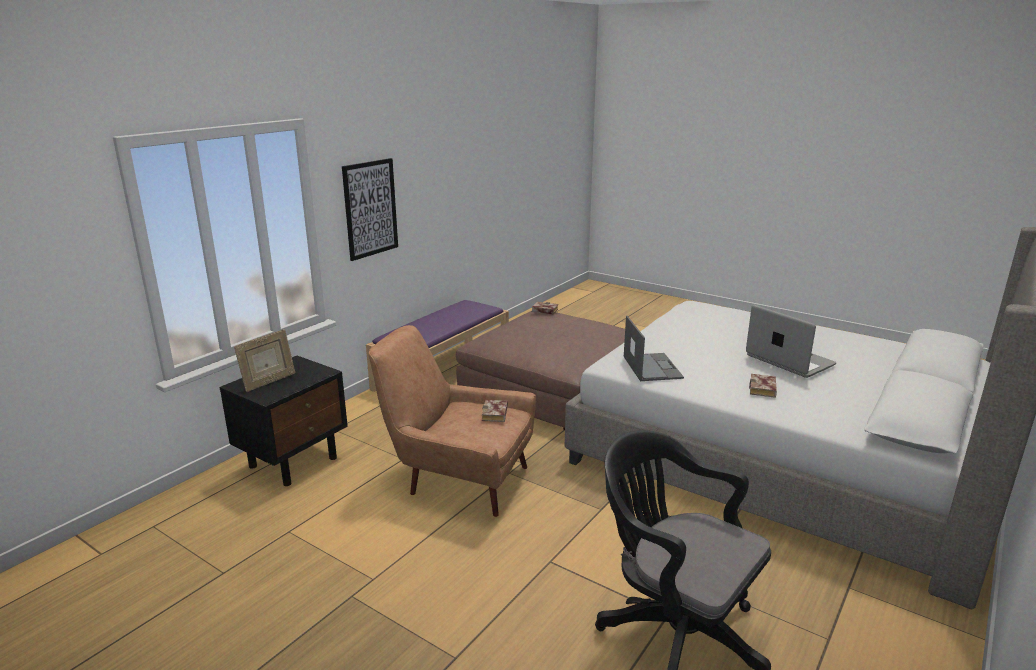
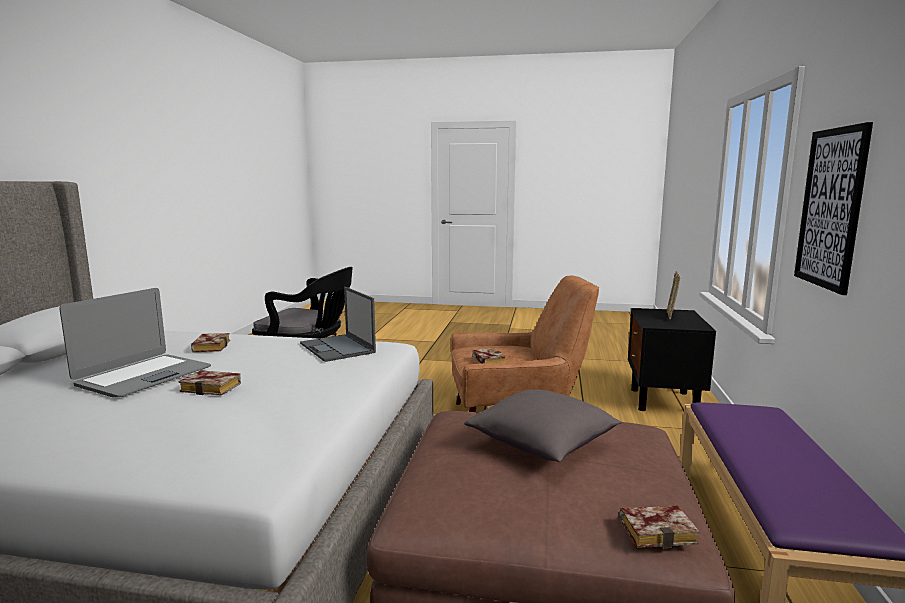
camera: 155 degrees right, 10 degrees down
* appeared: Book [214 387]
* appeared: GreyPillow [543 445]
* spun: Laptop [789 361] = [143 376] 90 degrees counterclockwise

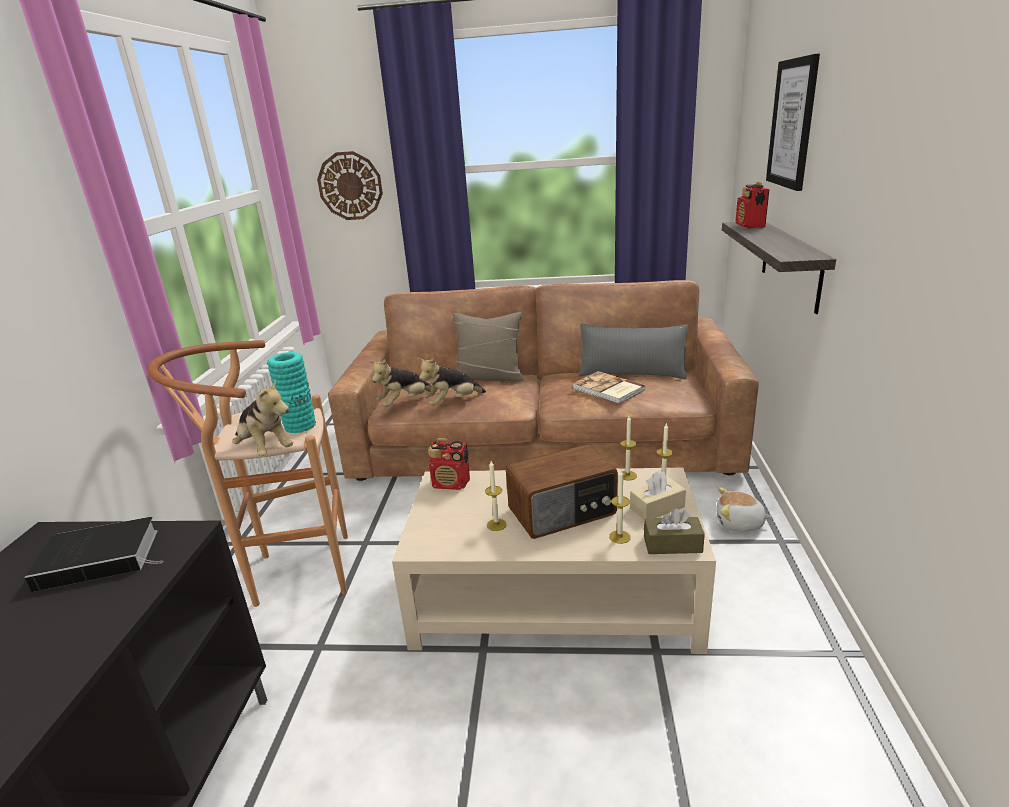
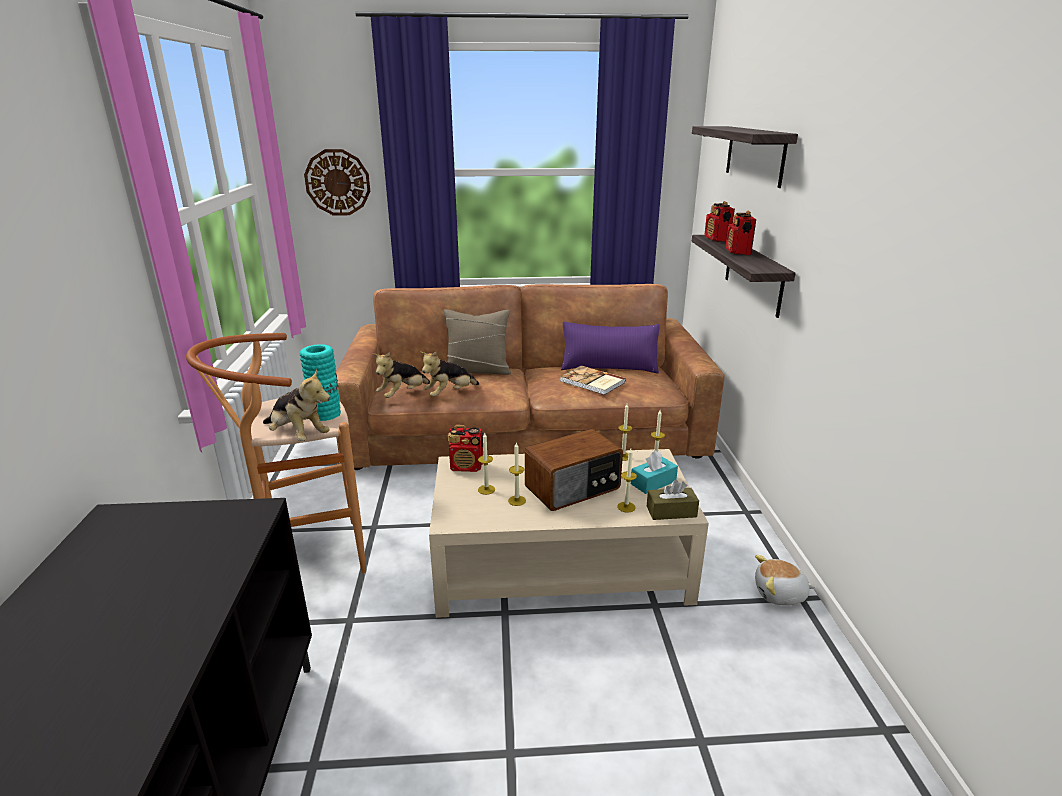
camera: 10 degrees left, 0 degrees up
* missing: Book [103 558]
* appeared: Candle [486 489]
* appeared: Radio [738 252]
* relocated: PlushToy [739 523] to [780 594]
* exchanged: Picture [792 123] to Shelf [754 154]
* colour: GreyPillow [631 373] to PurplePillow [609 367]
* colour: BeigeTissueBox [657 508] to TurquoiseTissueBox [653 482]

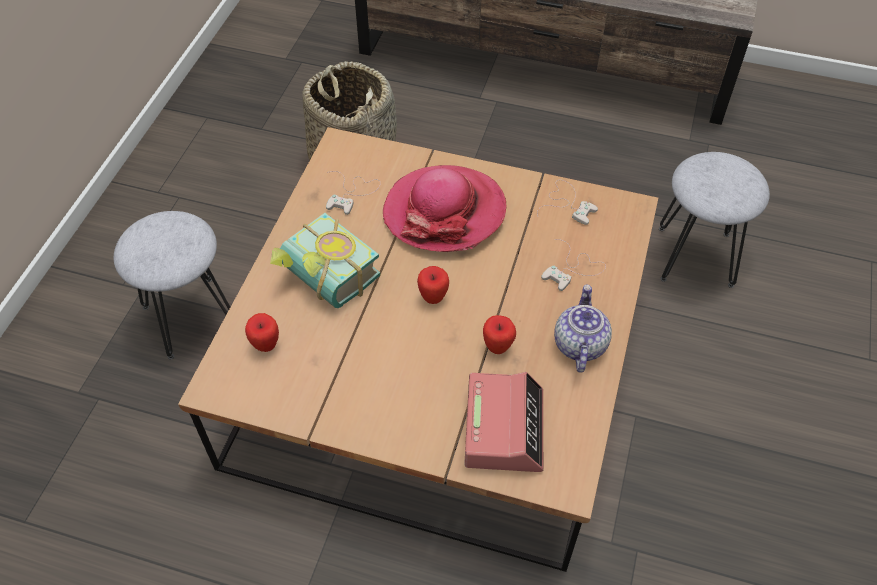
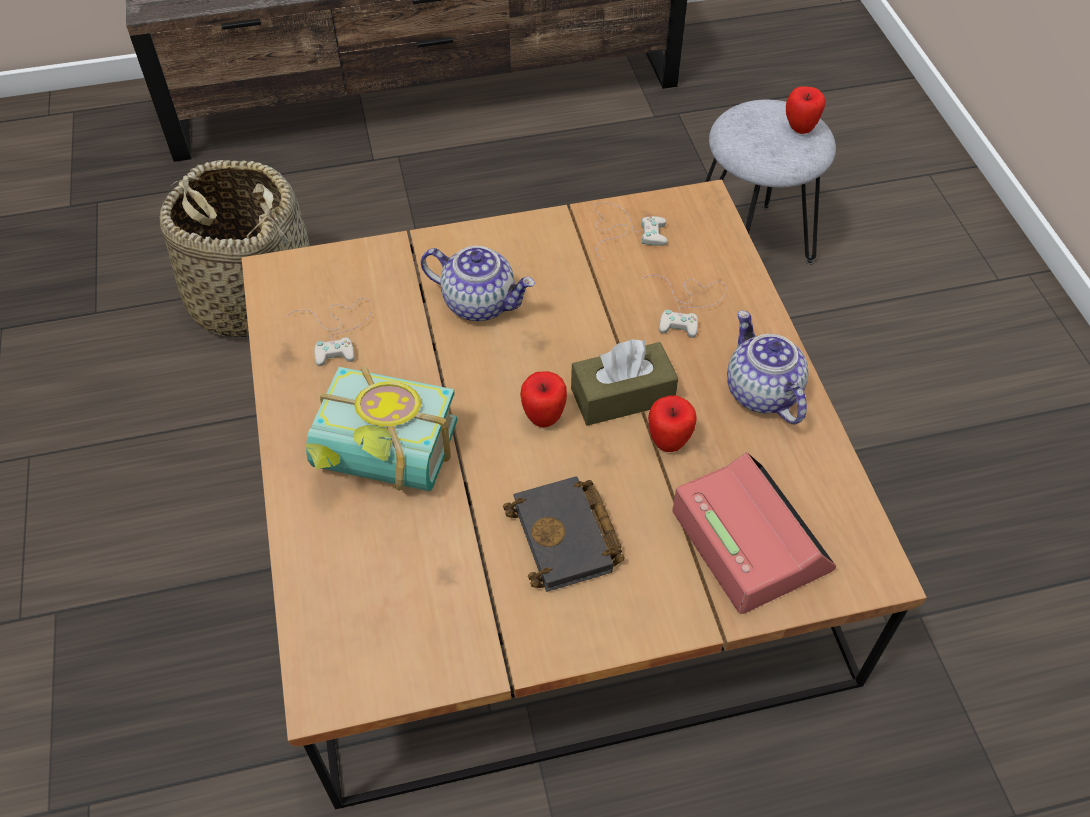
camera: 30 degrees left, 0 degrees up
* missing: GreyStool [190 316]
* appeared: BlackBook [568 539]
* appeared: BrownTissueBox [622 396]
* relocated: Apple [266 345] to [800 129]
* exchanged: Hat [444 212] to Teapot [480 302]

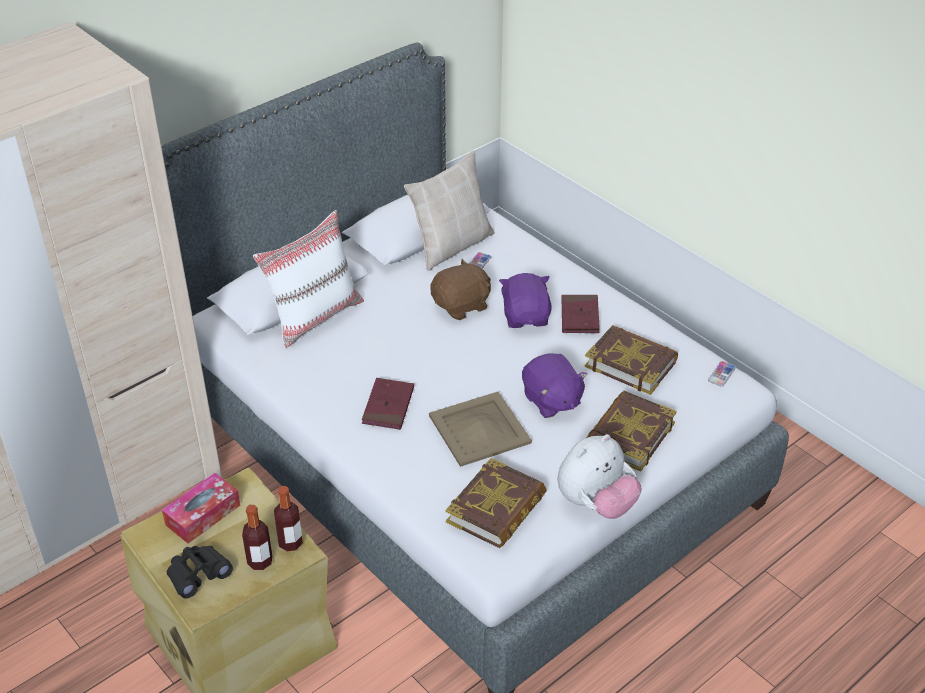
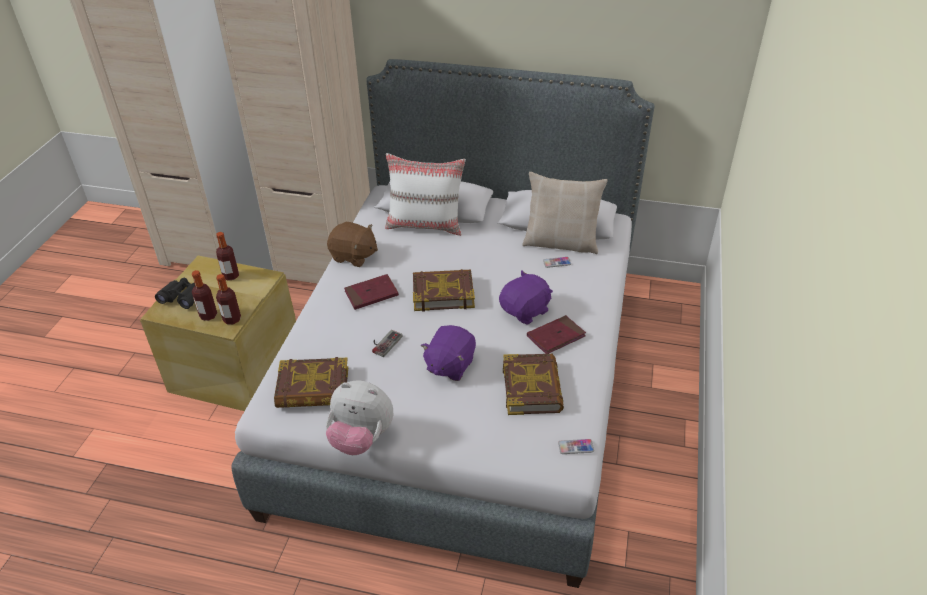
camera: 55 degrees right, 0 degrees up
* relocated: BrownPlushToy [461 306] to [353 256]
* relocated: Book [629 435] to [443 293]
* exchanged: TissueBox [203 515] to Bottle [231 276]
* exchanged: BeigeTray [478 429] to GameController [384 343]

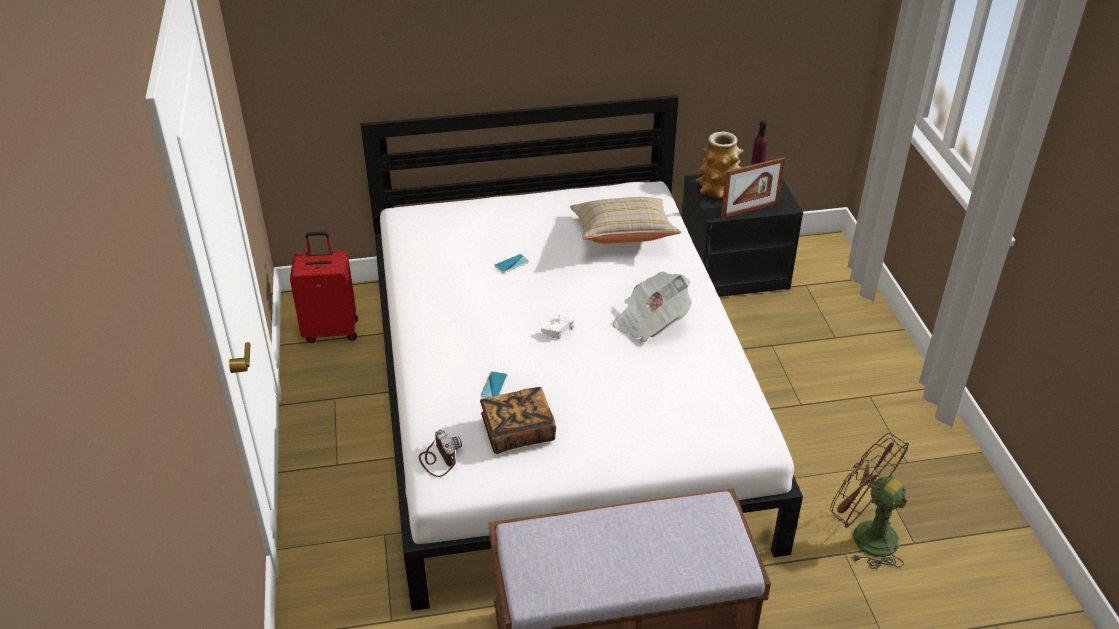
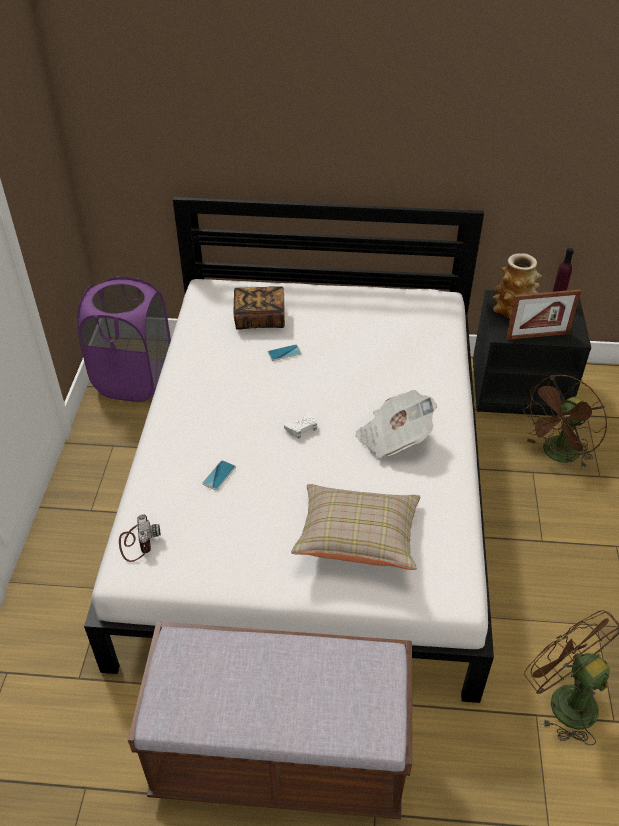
camera: 15 degrees right, 5 degrees up
* appeared: BrownFan [557 455]
* relocated: Book [518 432] to [260 318]
* relocated: BeigePillow [623 236] to [357 539]
* exchanged: RedSuitcase [331 330] to PurpleLaundryBasket [134 380]

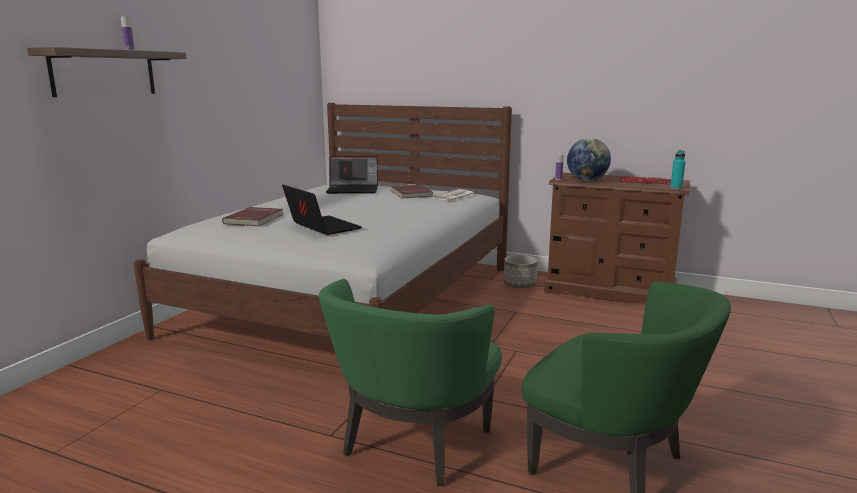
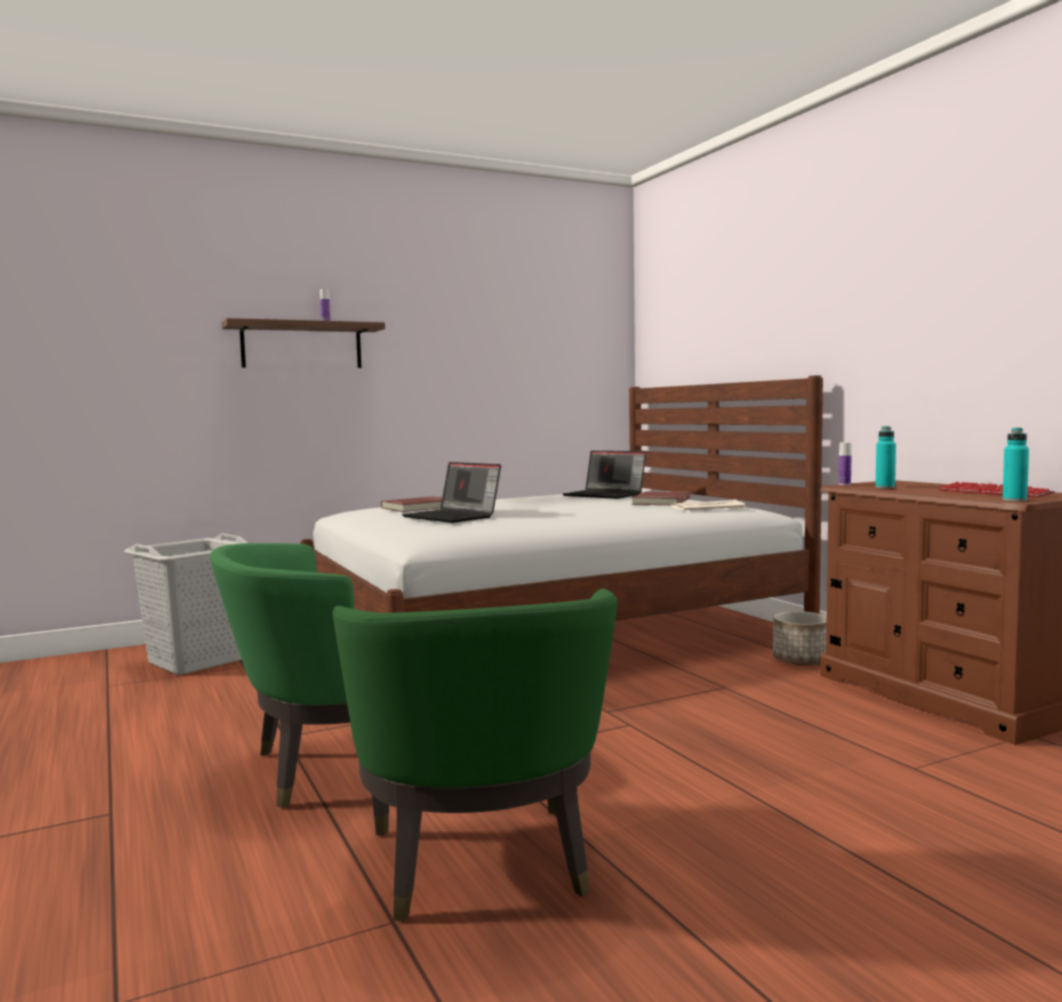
camera: 40 degrees right, 10 degrees down
* appeared: GreyLaundryBasket [195 661]
* exchanged: Globe [587 181] to TurquoiseBottle [885 487]
* spun: Laptop [321 227] = [453 517] 135 degrees clockwise

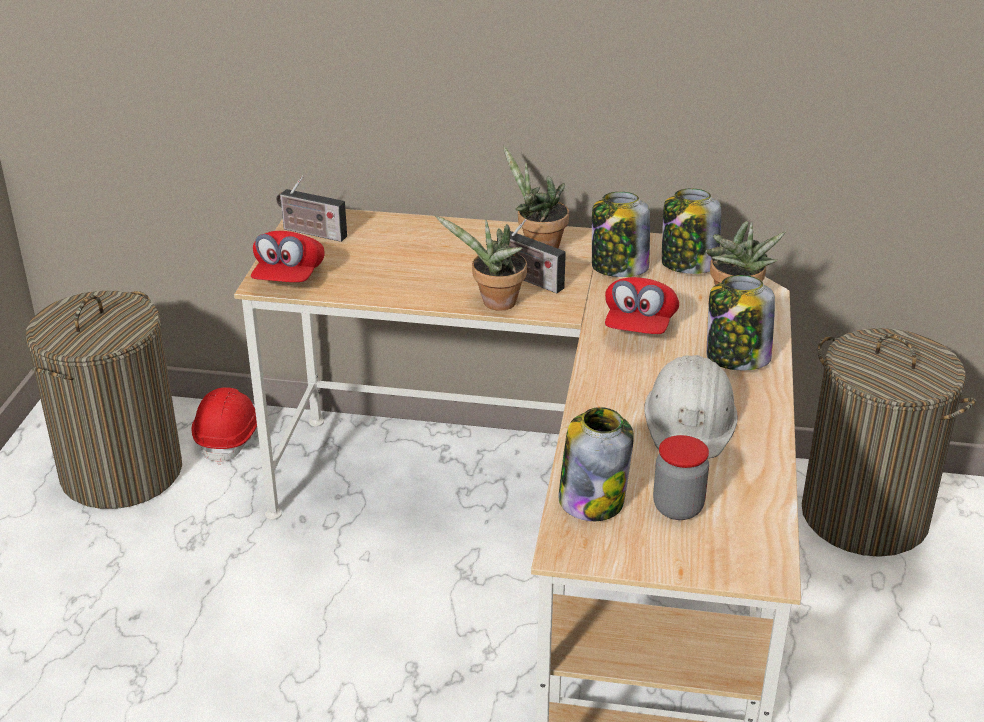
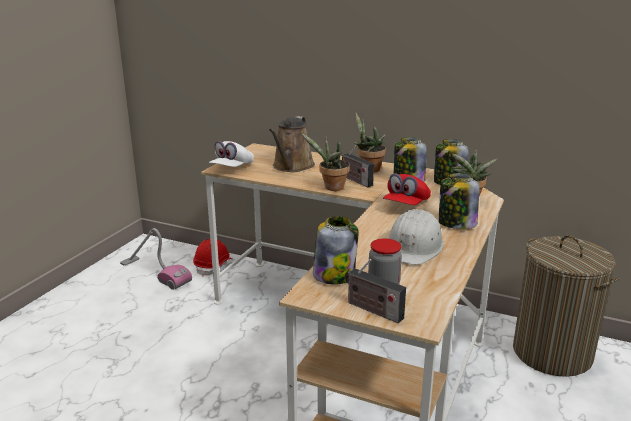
camera: 15 degrees right, 10 degrees down
* appeared: BrownWateringCan [292 166]
* relocated: Radio [311 232] to [372 310]
* exchanged: LaundryBasket [122 471] to VacuumCleaner [155 273]
* colour: RedCap [289 278] to WhiteCap [232 168]

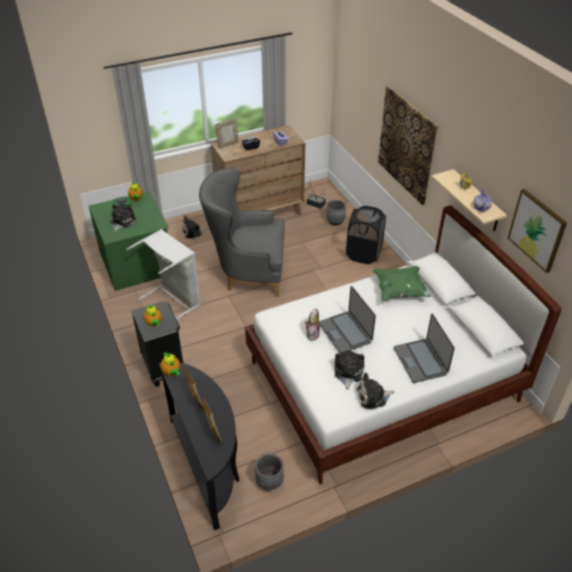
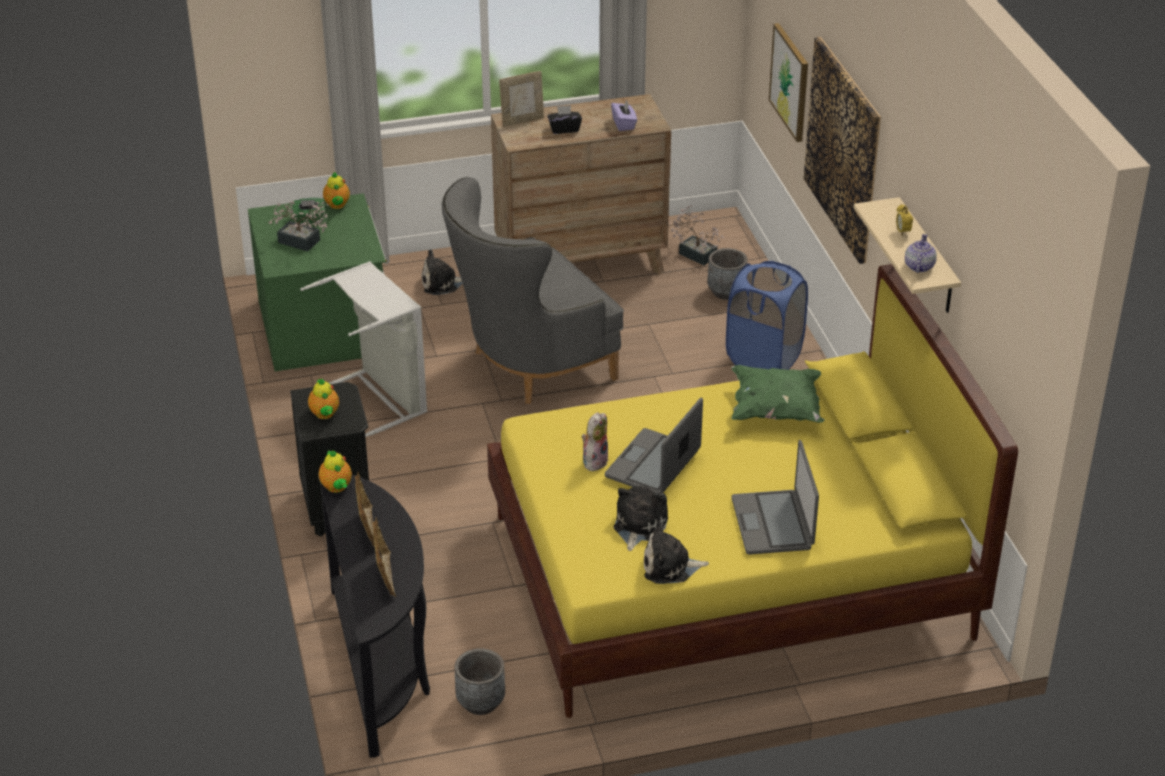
camera: 10 degrees right, 5 degrees down
* relocated: Picture [537 230] to [790 82]
* exchanged: PlushToy [122 221] to PottedPlant [303 243]
* colour: WhiteBed [382 381] to YellowBed [729 577]
* colour: BlackLaundryBasket [363 254] to BlueLaundryBasket [764 358]
* spun: GreyArmchair [247 272] = [528 367] 45 degrees counterclockwise
* spun: Laptop [345 332] = [654 464] 45 degrees clockwise

